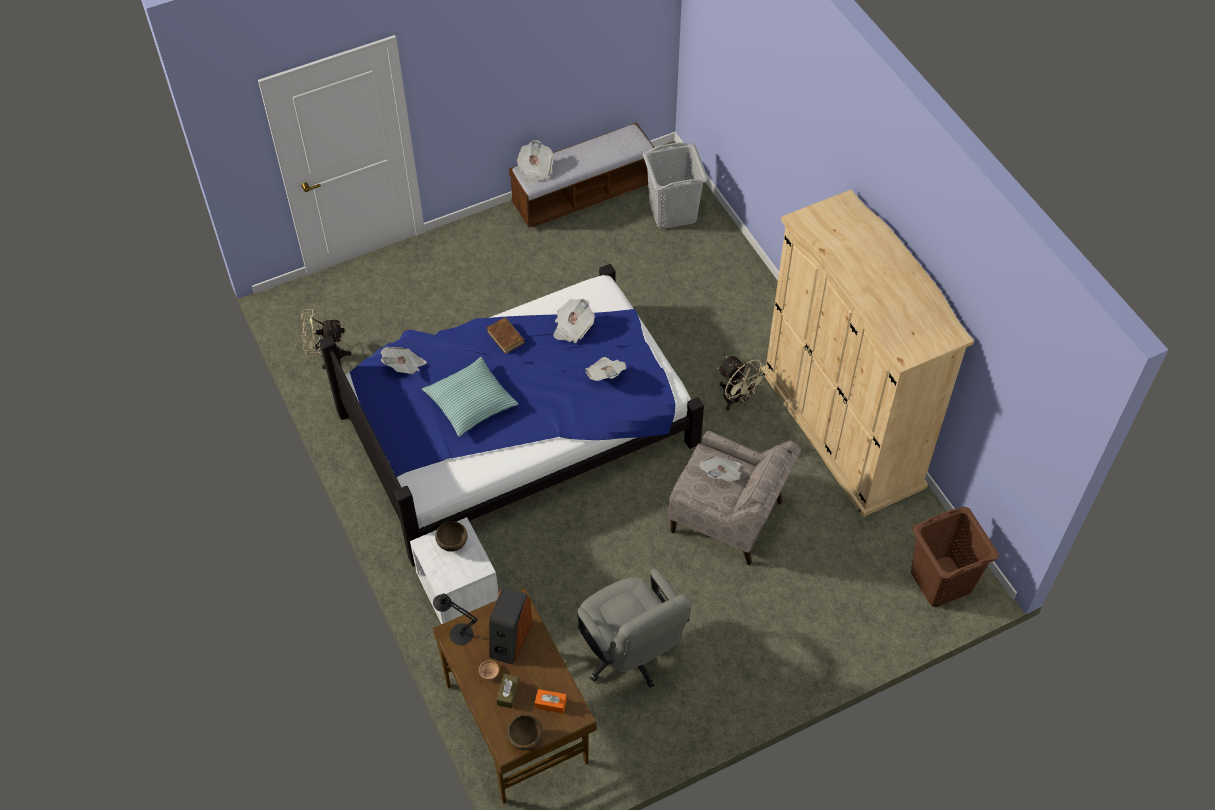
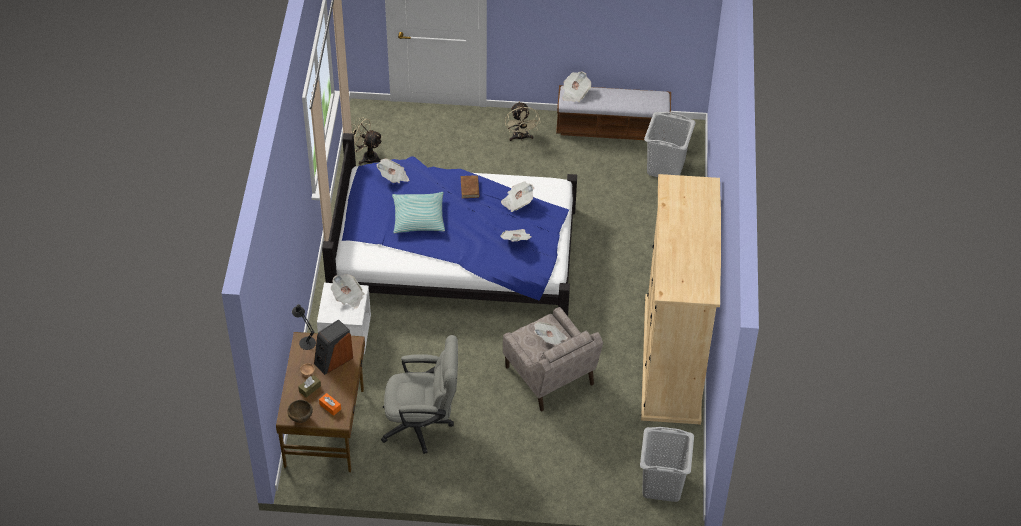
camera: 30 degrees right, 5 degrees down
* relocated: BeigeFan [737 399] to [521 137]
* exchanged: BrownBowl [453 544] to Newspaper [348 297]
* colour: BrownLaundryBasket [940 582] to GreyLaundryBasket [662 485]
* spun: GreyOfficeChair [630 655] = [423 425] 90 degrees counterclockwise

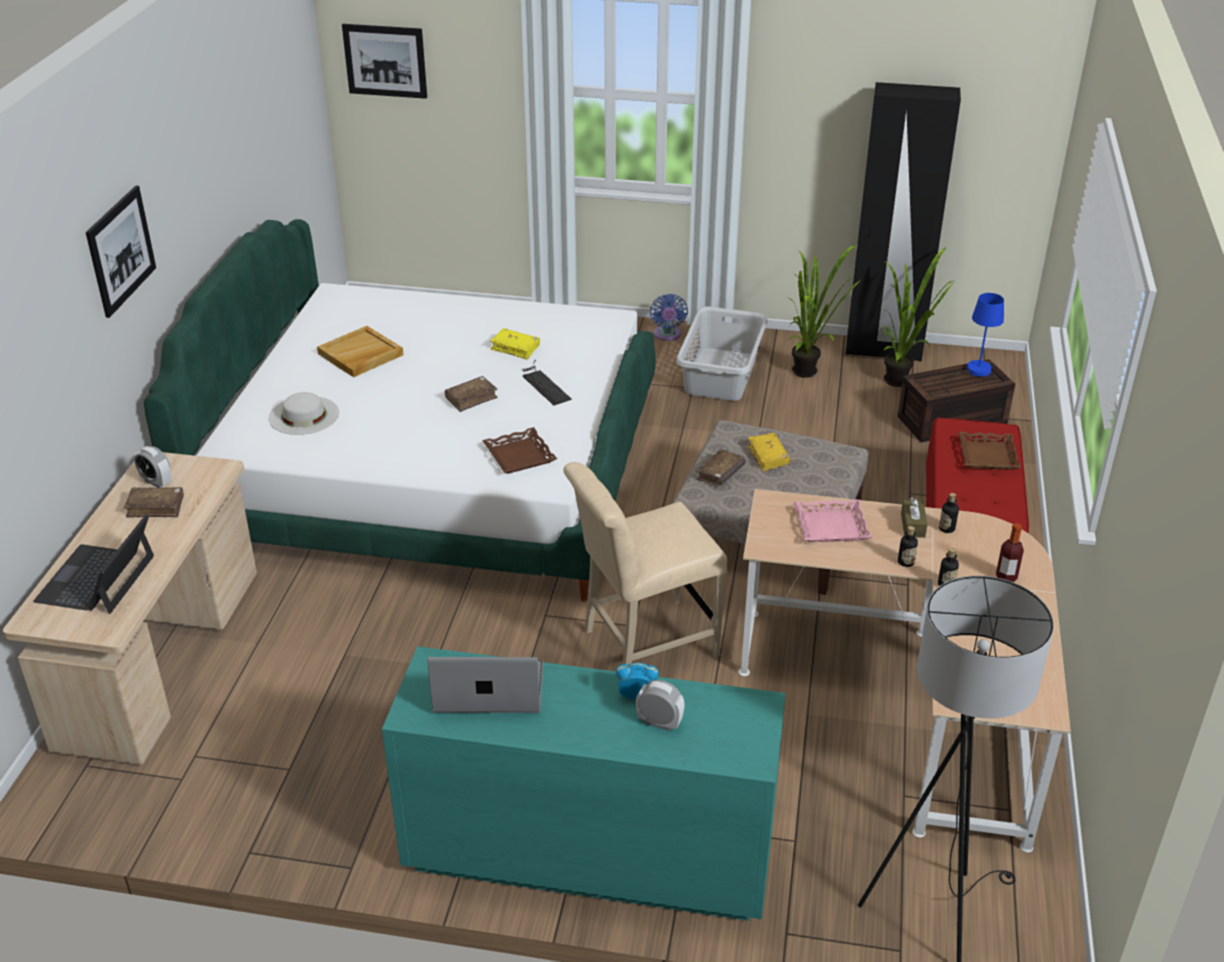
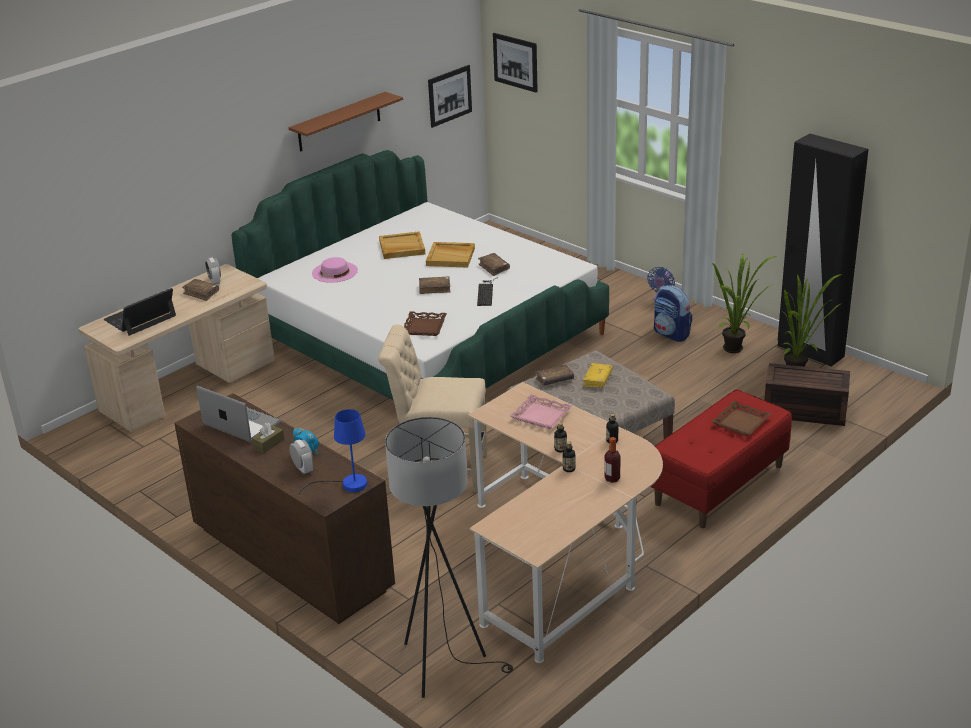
camera: 35 degrees right, 5 degrees down
* appeared: BrownShelf [339 122]
* appeared: BeigeTray [451 257]
* relocated: Picture [121 250] to [449 95]
* relocated: BrownTissueBox [912 525] to [268 444]
* relocated: BlueTableLamp [972 372] to [347 485]
* exchanged: GreyLaundryBasket [721 374] to Backpack [671 334]
* colour: WhiteHat [304 415] to PinkHat [334 272]
* colour: TurquoiseDresser [587 856] to BrownDresser [291 559]
* colour: YellowBook [515 348] to BrownBook [494 268]

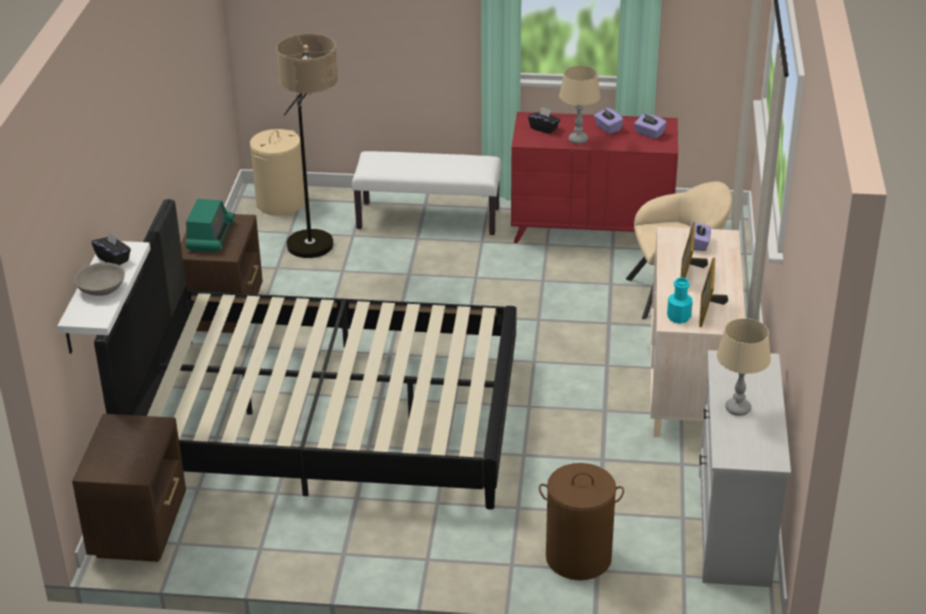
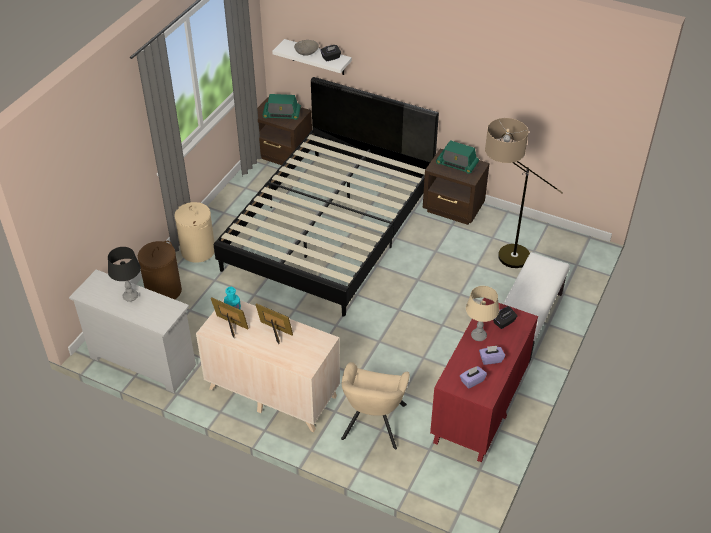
camera: 110 degrees right, 10 degrees up
* missing: PurpleTissueBox [699 244]
* appeared: Radio [281 114]
* relocated: BeigeLaundryBasket [280 203] to [198 251]
* colour: BeigeTableLamp [738 409] to BlackTableLamp [130 296]

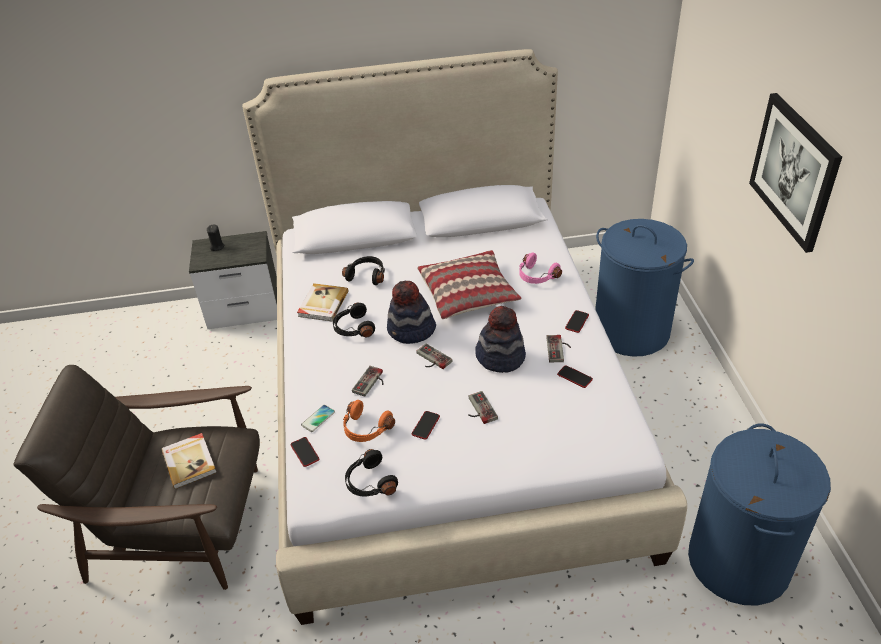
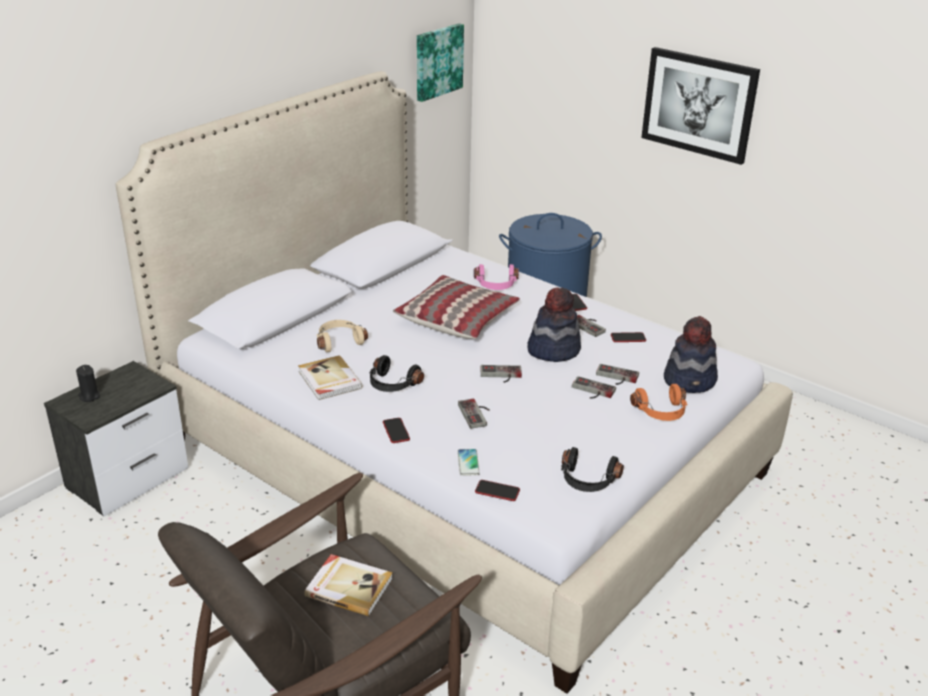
camera: 45 degrees left, 10 degrees down
* missing: BlueLaundryBasket [739 562]
* appeared: Picture [437 61]
* appeared: GameController [616 377]
* relocated: OrangeHeadphones [365 429] to [661 412]
* relocated: Hat [411 331] to [690 380]
* relocated: Phone [425 425] to [396 431]
* colour: BlackHeadphones [367 275] to BeigeHeadphones [339 341]

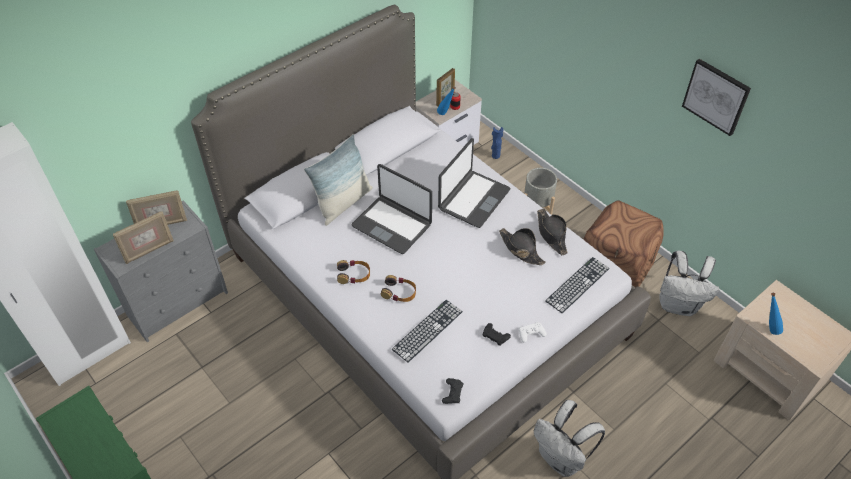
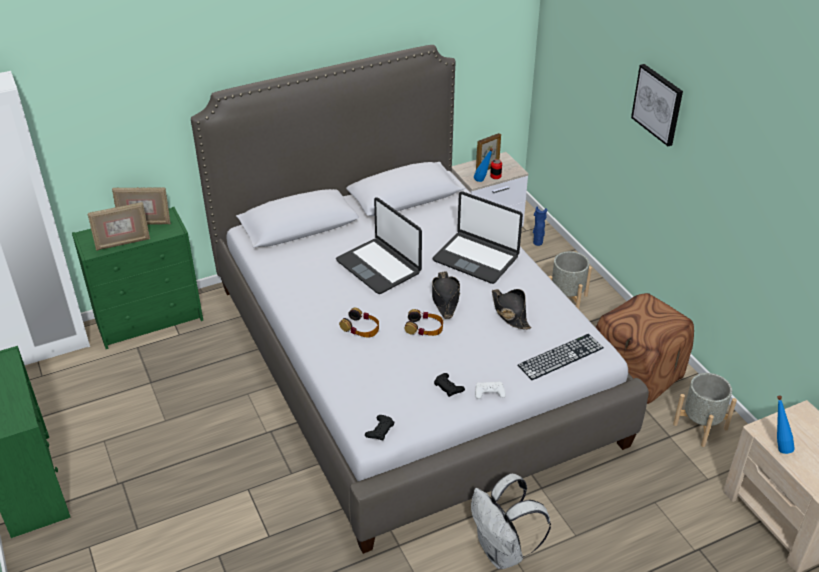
camera: 15 degrees right, 10 degrees down
* missing: Pillow [343 203]
* missing: Keyboard [427 330]
* relocated: Headphones [354 274] to [424 328]
* relocated: BlackHat [551 234] to [445 298]
* relocated: Picture [716 96] to [658 104]
* exchanged: WhiteBackpack [679 305] to GreyPlanter [700 426]
* colour: GreyDresser [178 302] to GreenDresser [150 320]
* spun: Laptop [473 199] = [476 258] 75 degrees clockwise

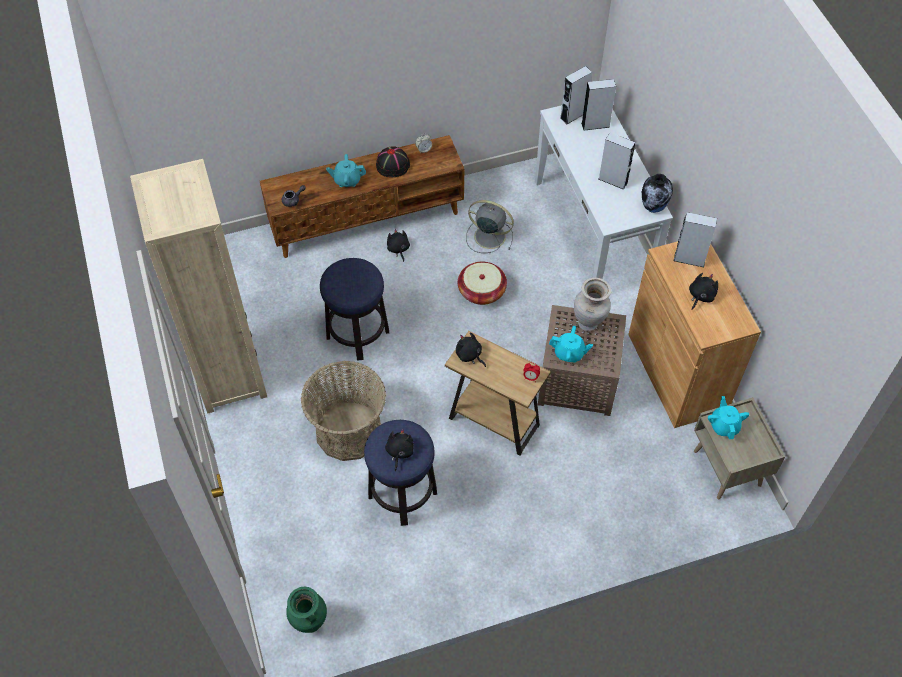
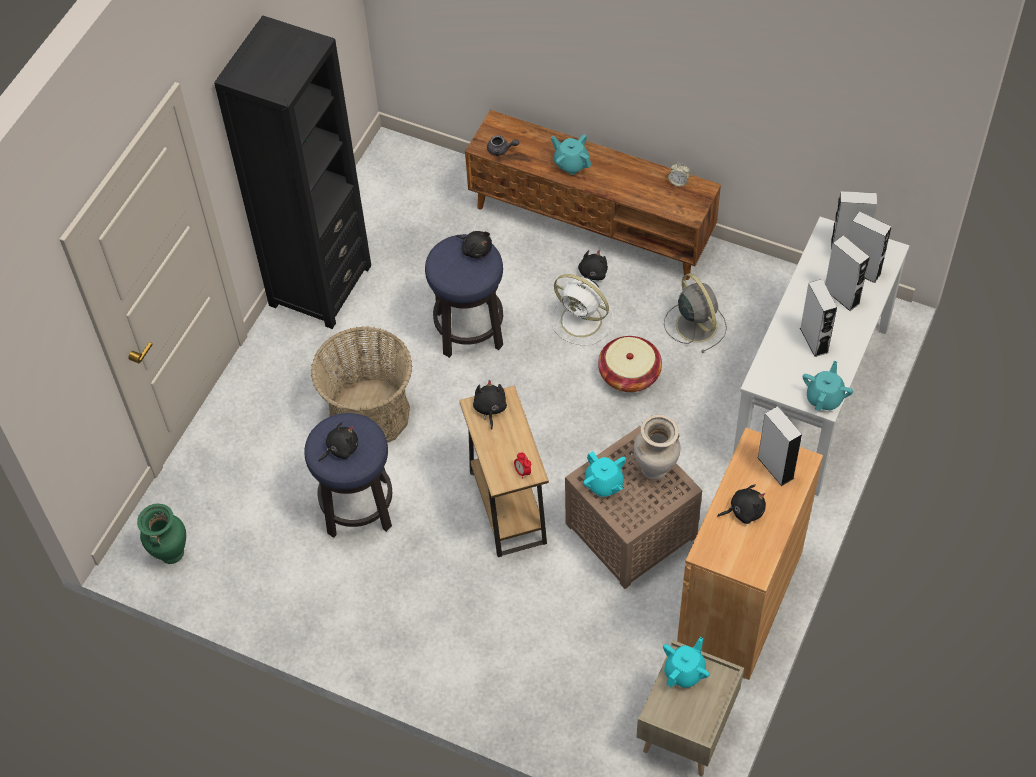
camera: 45 degrees right, 0 degrees up
* missing: BlackHat [393 165]
* appeared: BlackPlushToy [476 249]
* appeared: WhiteFan [583 321]
* appeared: GreySpeaker [841 296]
* exchanged: Vase [653 208] to TurquoiseTeapot [824 398]
* colour: BeigeBookcase [229 376] to BlackBookcase [320 285]

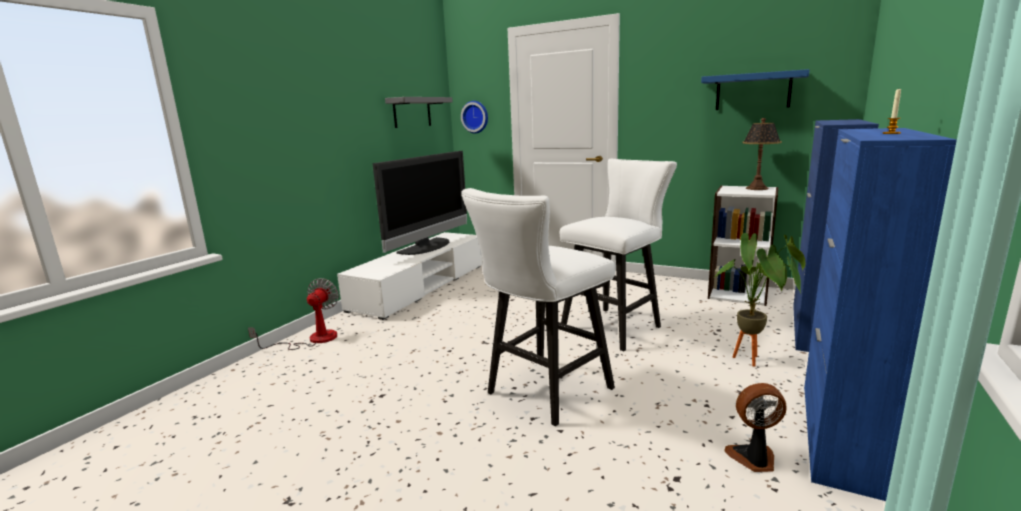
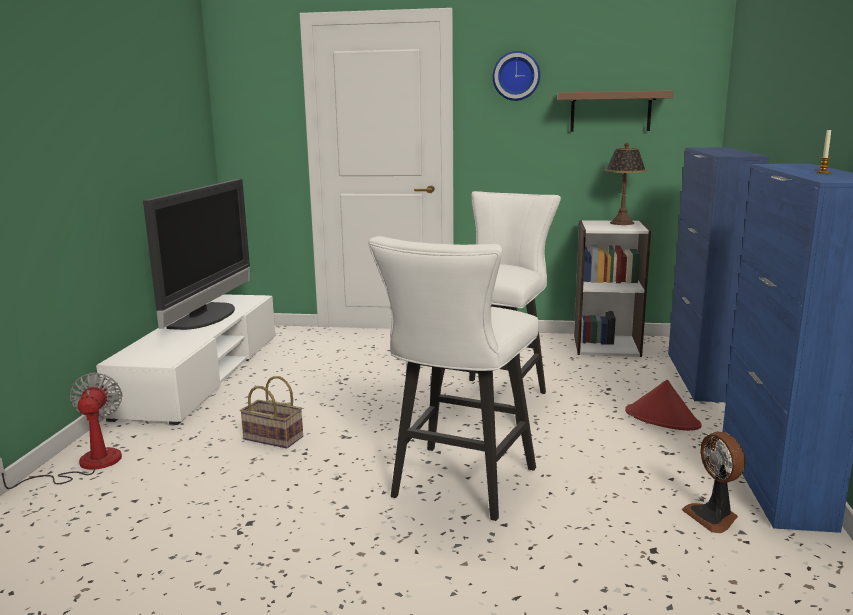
camera: 20 degrees left, 0 degrees up
* missing: GreyShelf [412 112]
* appeared: Basket [271 438]
* relocated: WallClock [475 117] to [516 76]
* exchanged: PottedPlant [754 362] to RedHat [662 419]
* colour: BlueShelf [753 91] to BrownShelf [610 111]
* spun: Fan [753 459] = [713 517] 90 degrees counterclockwise

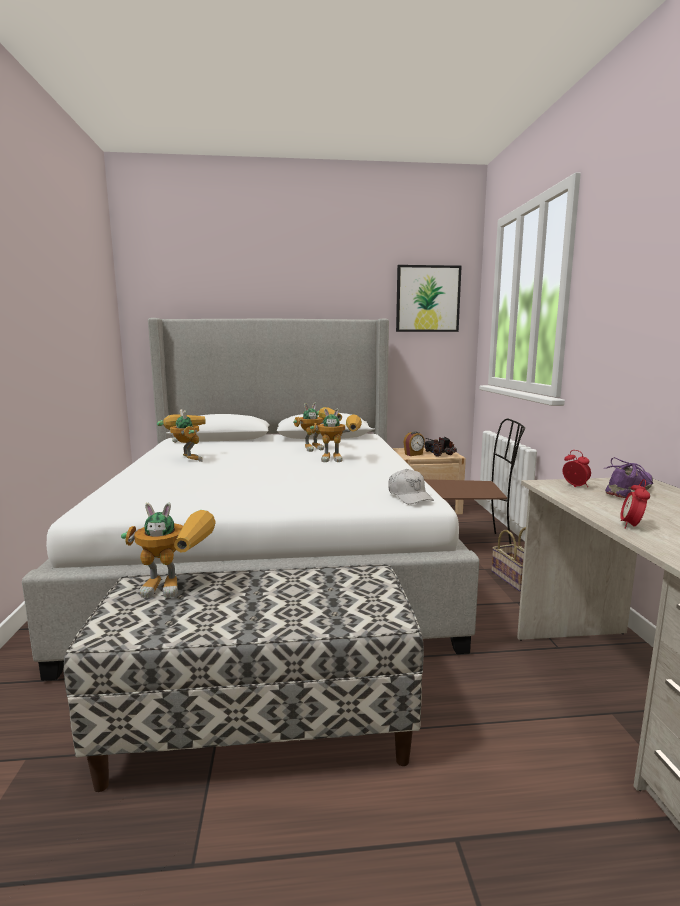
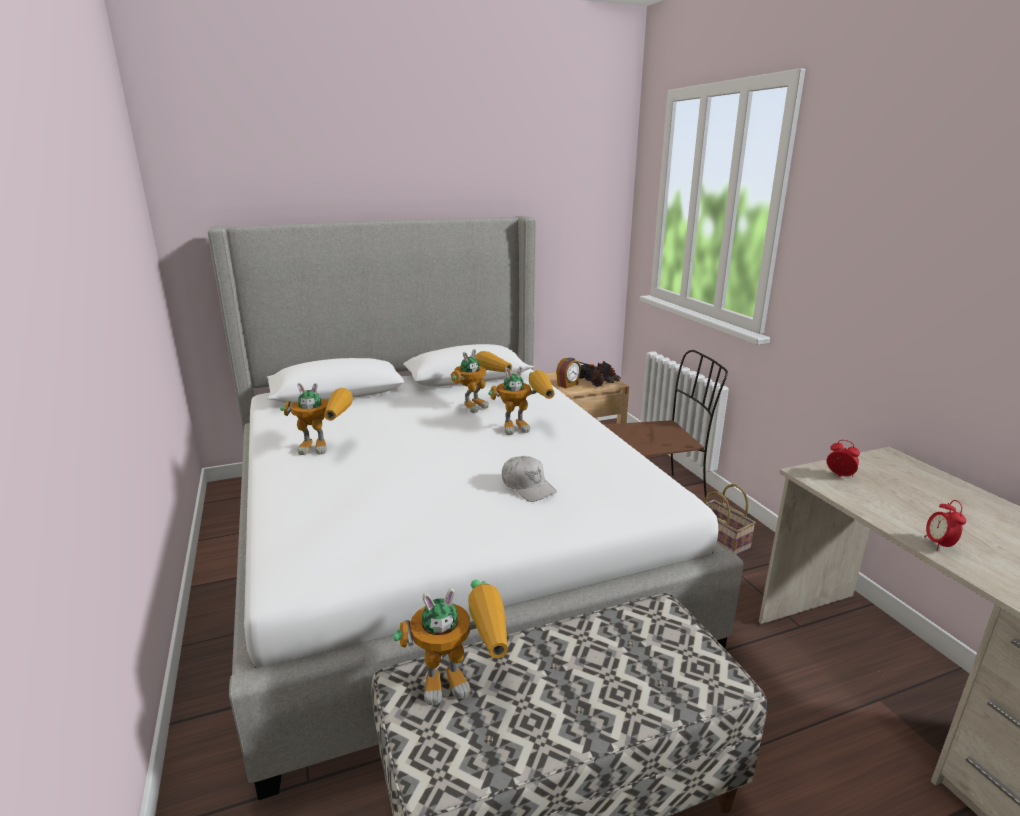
camera: 15 degrees left, 10 degrees up
* missing: Picture [427 299]
* missing: PurpleShoe [629 491]
* relocated: WhiteCap [409 496] to [528 486]
* spun: ToyRobot [186 459] = [326 447] 135 degrees clockwise

